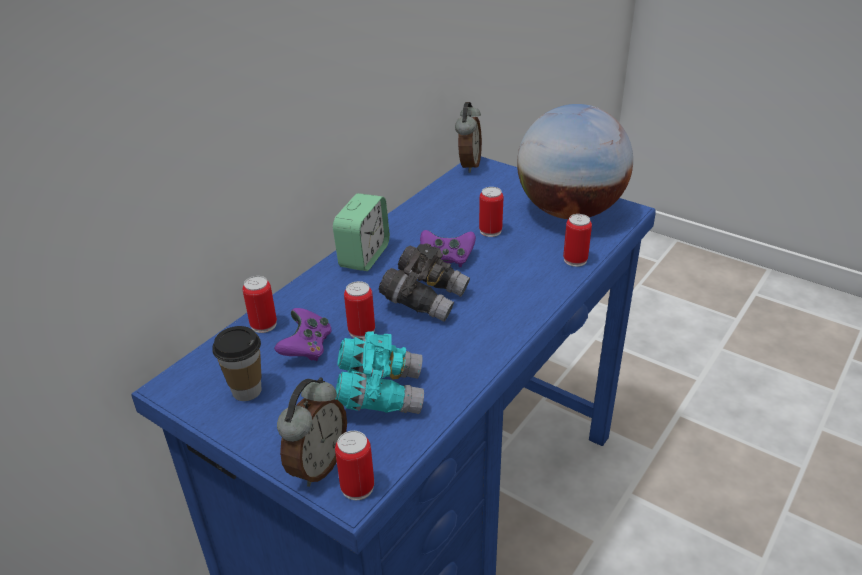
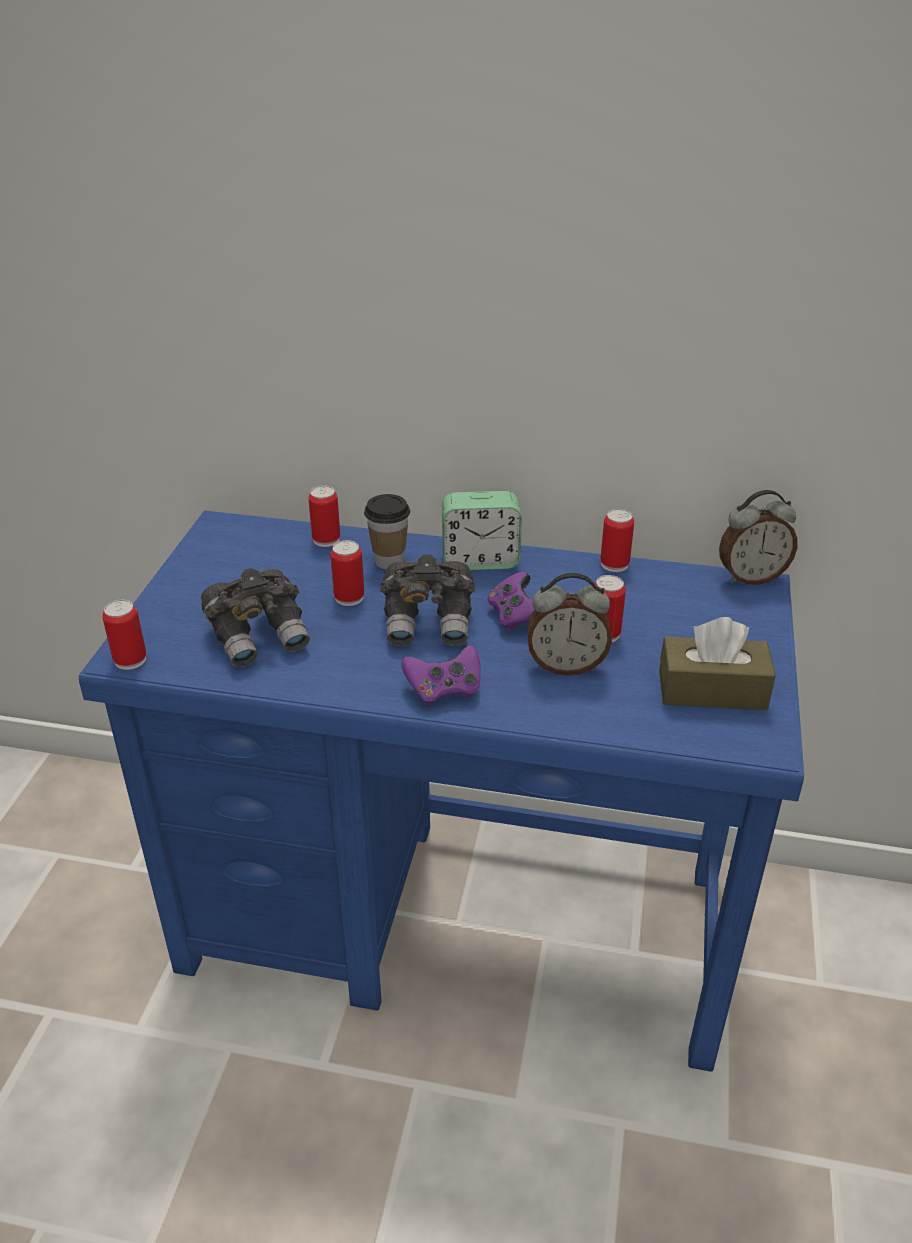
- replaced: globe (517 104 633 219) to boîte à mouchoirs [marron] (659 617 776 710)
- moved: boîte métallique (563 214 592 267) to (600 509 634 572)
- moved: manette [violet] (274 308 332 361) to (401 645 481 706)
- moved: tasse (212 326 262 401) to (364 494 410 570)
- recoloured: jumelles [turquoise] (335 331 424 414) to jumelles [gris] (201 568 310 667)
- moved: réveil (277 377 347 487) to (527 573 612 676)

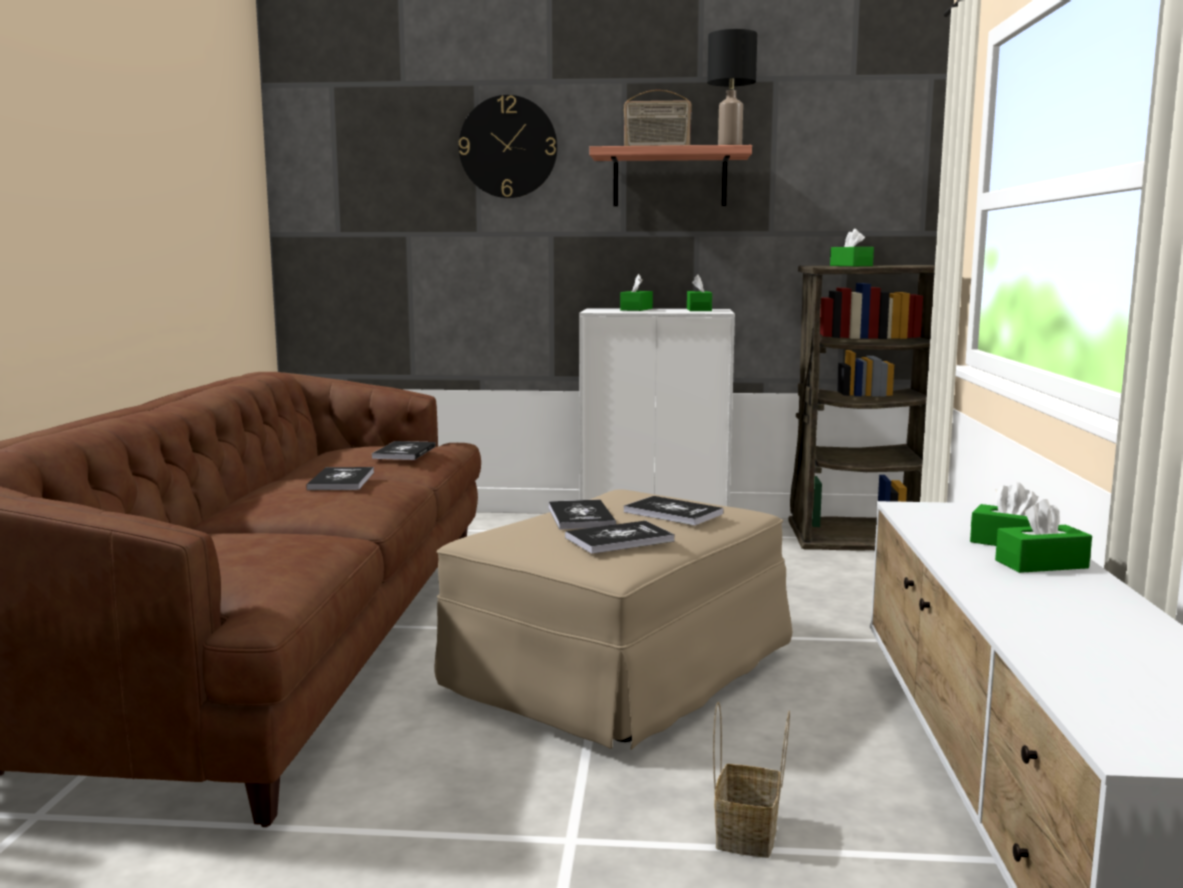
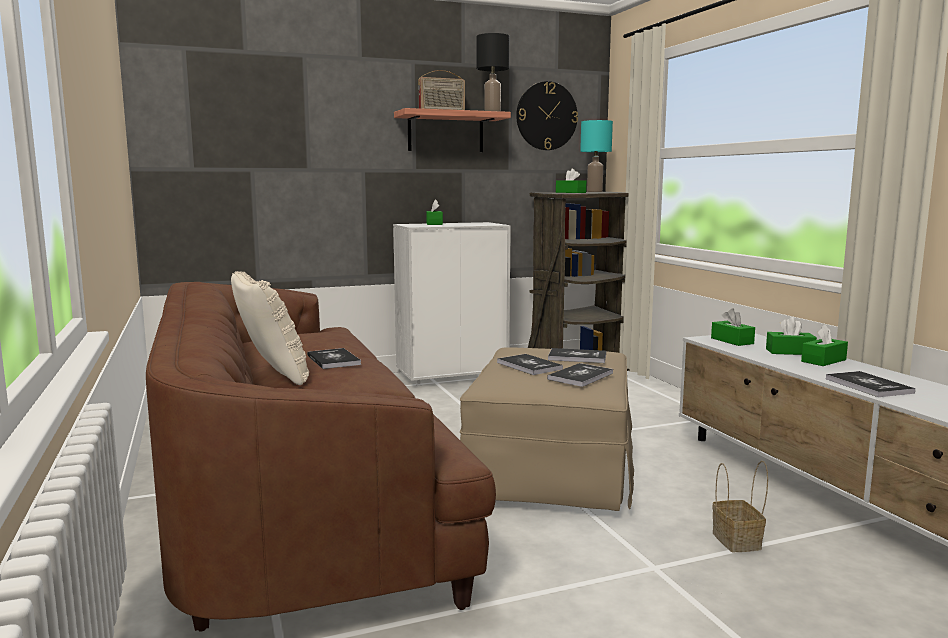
- moved: horloge murale (459 95 558 198) to (516 81 578 150)
- moved: boîte à mouchoirs [vert] (687 274 712 311) to (711 309 755 346)
- moved: livre (372 441 436 460) to (826 371 915 397)
- added: lampe de table [turquoise] (580 120 613 192)
- added: coussin [beige] (231 271 309 385)

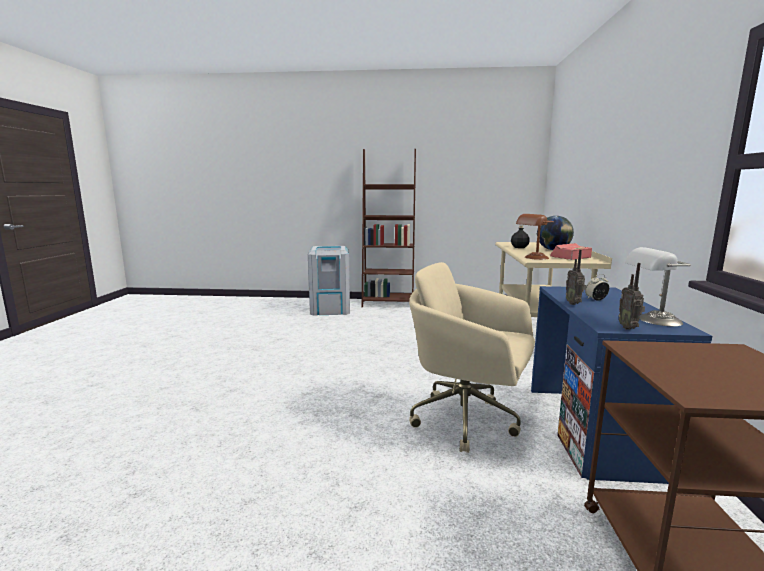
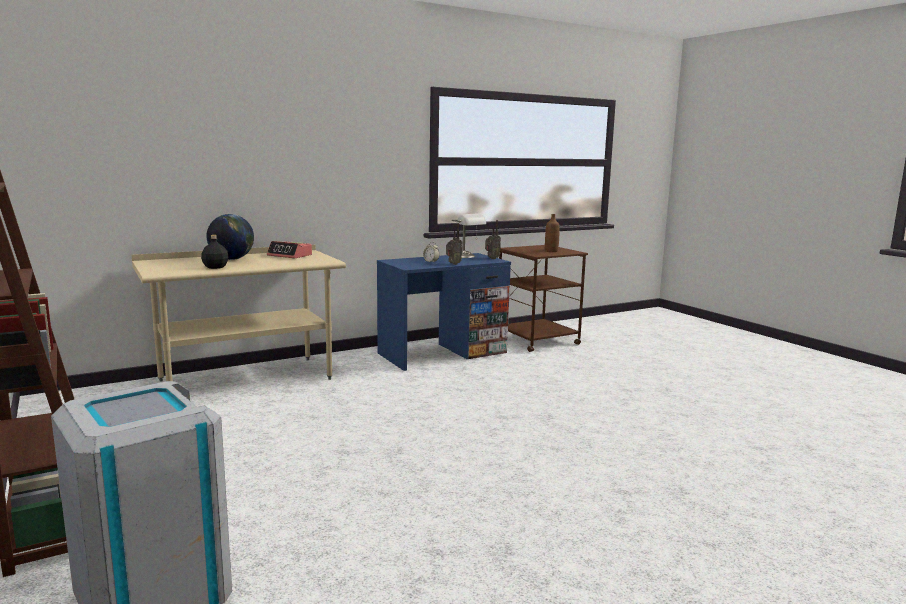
- removed: lampe de table [marron] (516 214 554 260)
- removed: chaise de bureau [beige] (409 262 535 453)
- added: bouteille [marron] (545 214 560 252)

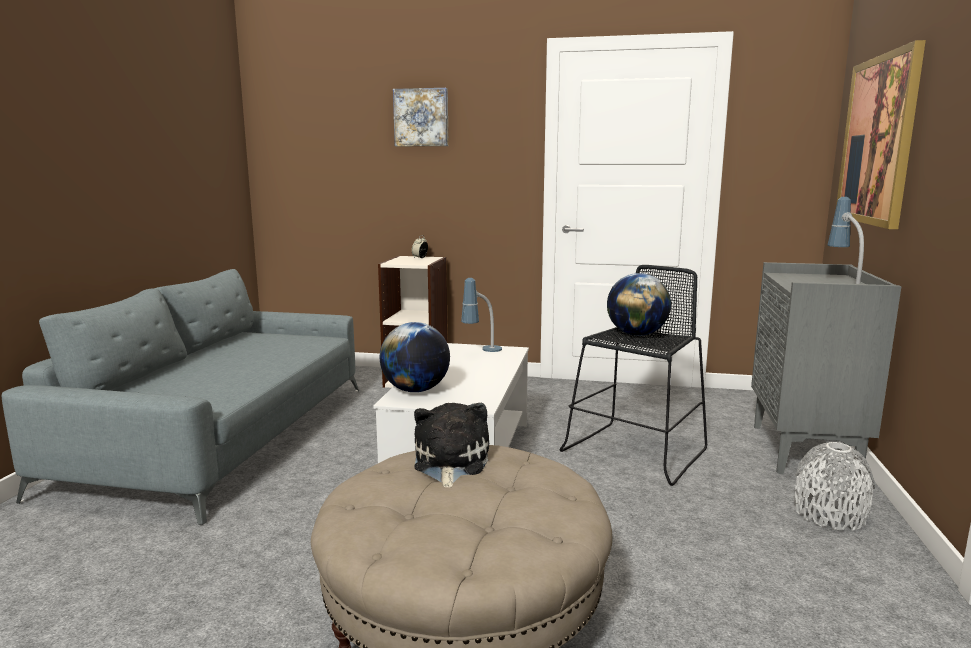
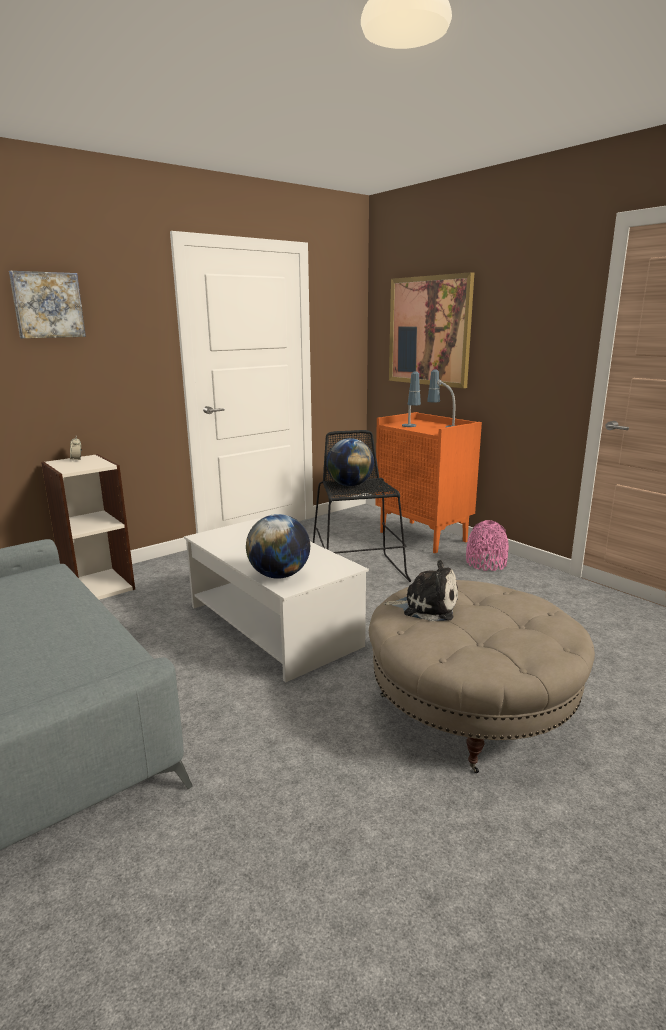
- recoloured: meuble de rangement [gris] (751 262 901 474) to meuble de rangement [orange] (375 412 482 553)
- moved: lampe de table (461 278 502 352) to (402 372 421 427)
- turned: peluche (414 403 489 488) = (383 560 458 621) 150 degrees clockwise
- recoloured: vase [gris] (795 442 875 531) to vase [rose] (466 520 509 571)

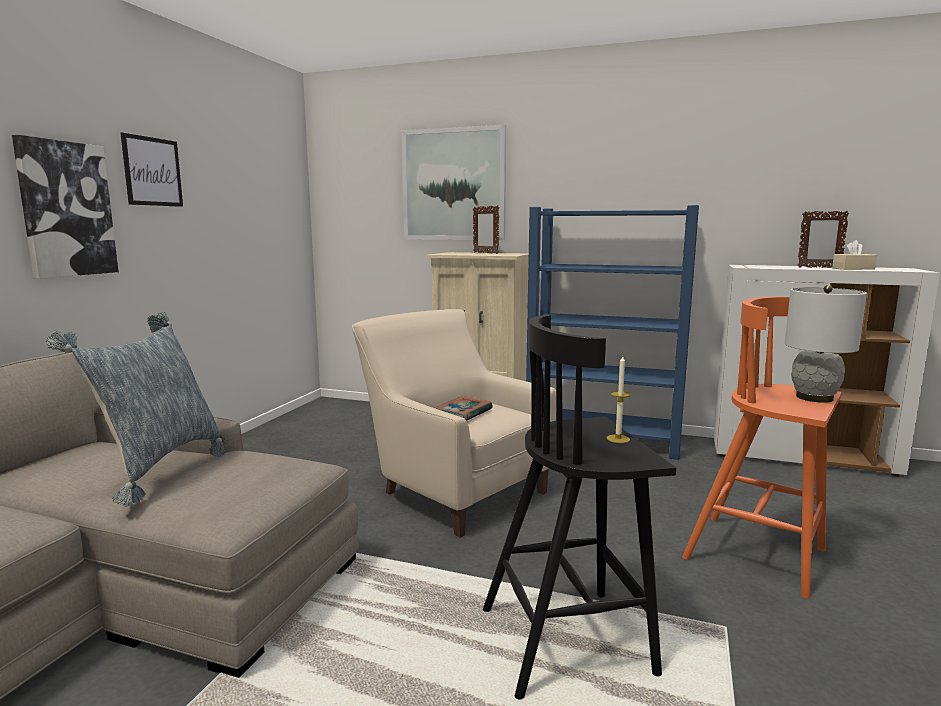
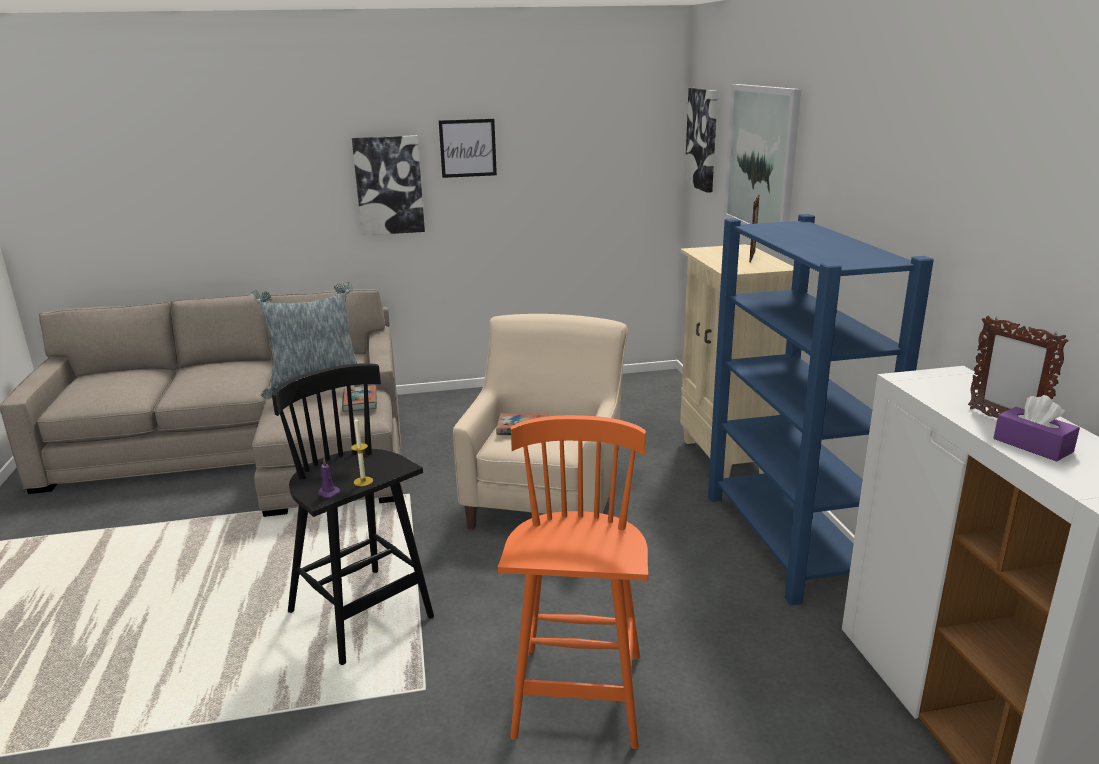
- recoloured: boîte à mouchoirs [beige] (832 240 877 270) to boîte à mouchoirs [violet] (994 395 1080 462)
- removed: lampe de table [blanc] (785 285 867 403)
- added: tableau (685 88 718 193)
- added: livre (342 385 377 412)
- added: bougie [violet] (318 459 340 498)

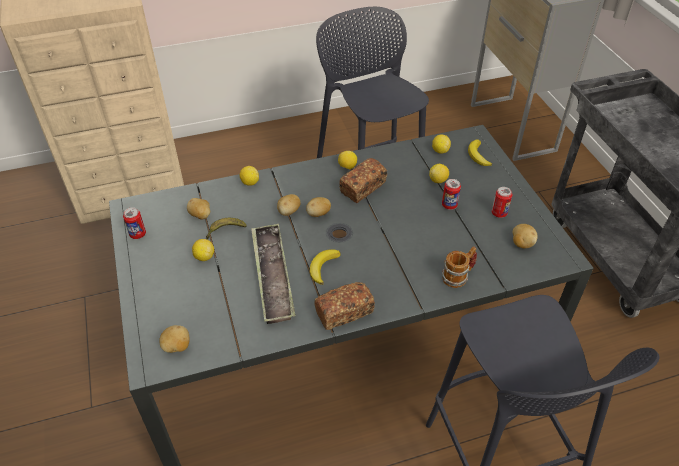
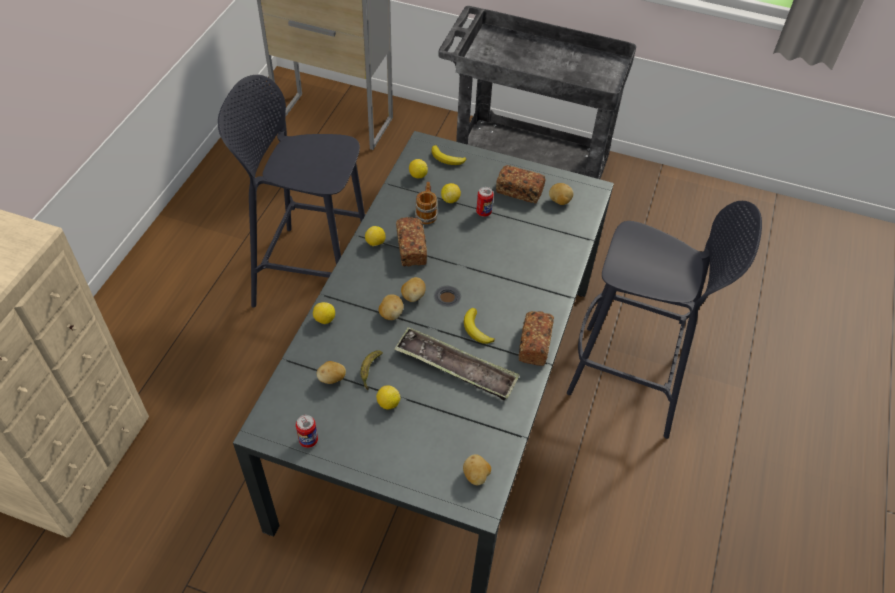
- replaced: boîte métallique (492 187 512 218) to pain (496 165 545 203)
- moved: mug (442 247 477 288) to (415 182 438 224)

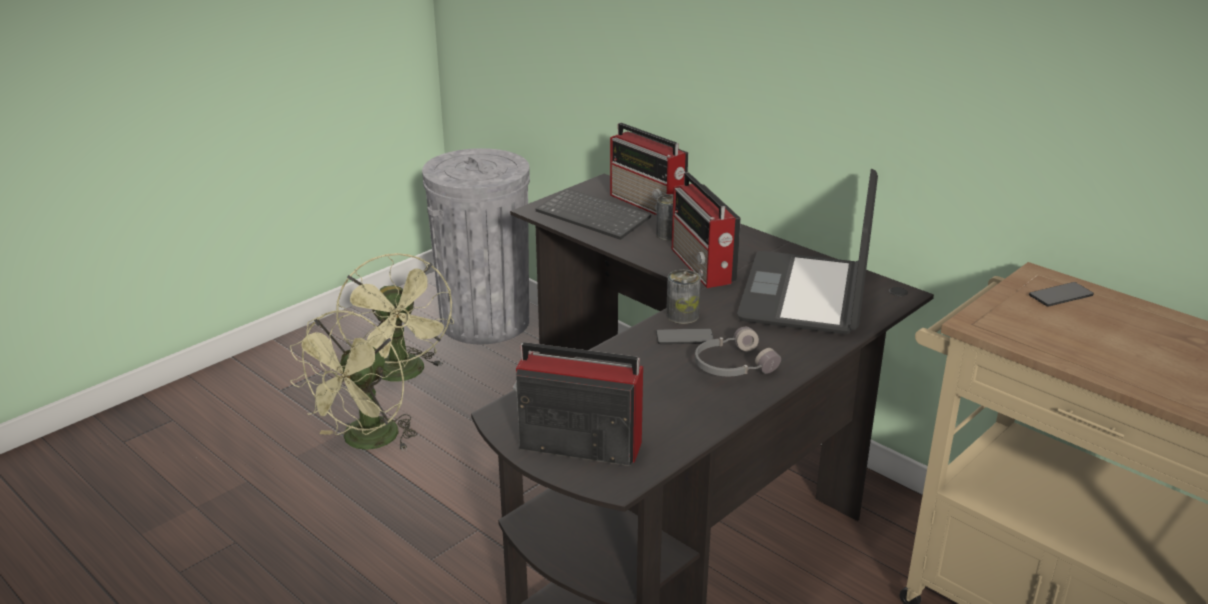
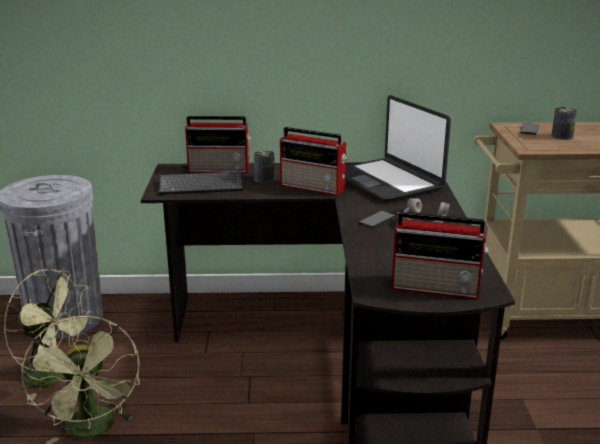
- moved: boîte métallique (666 270 701 324) to (551 107 577 140)
- turned: radio (512 342 643 466) = (392 212 488 299) 135 degrees counterclockwise

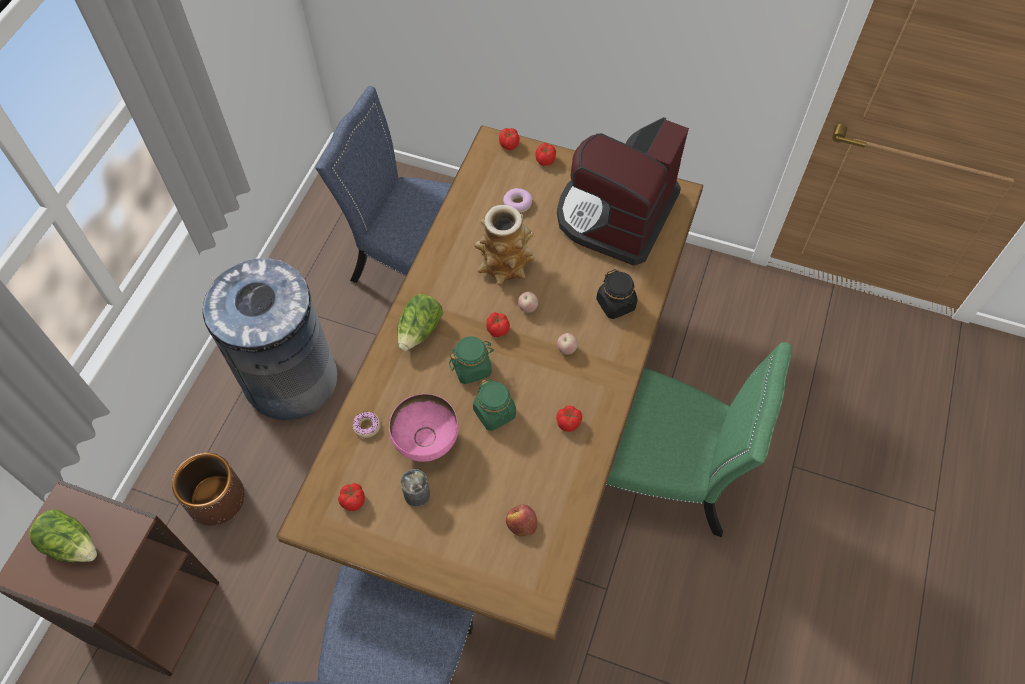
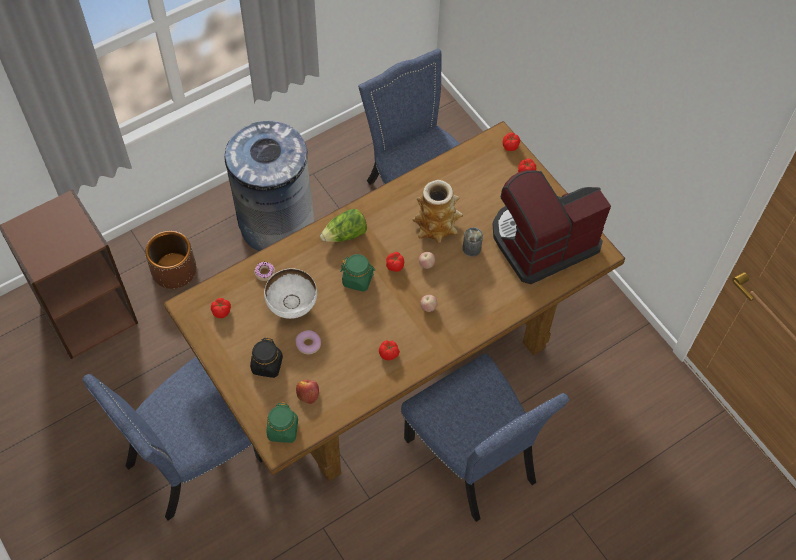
- moved: beignet (503 188 532 213) to (295 330 321 354)
- moved: bocal [noir] (596 269 637 319) to (250 337 283 378)
- recoloured: chaise [vert] (606 342 792 537) to chaise [bleu] (401 353 569 522)
- moved: bocal [vert] (473 379 516 431) to (267 402 298 443)
- recoloured: bol [rose] (389 394 459 462) to bol [blanc] (264 269 317 319)
- moved: boîte métallique (401 469 430 507) to (462 228 483 257)
- removed: laitue (29 509 97 562)

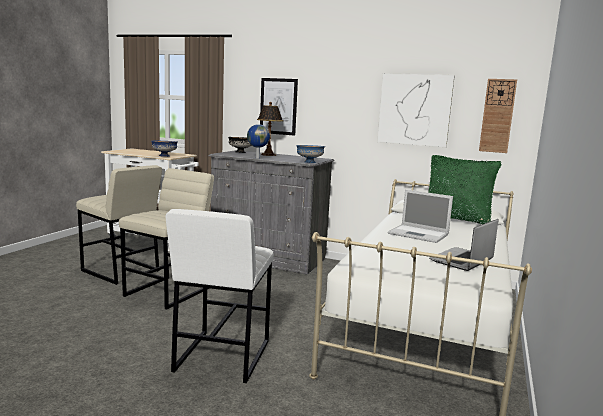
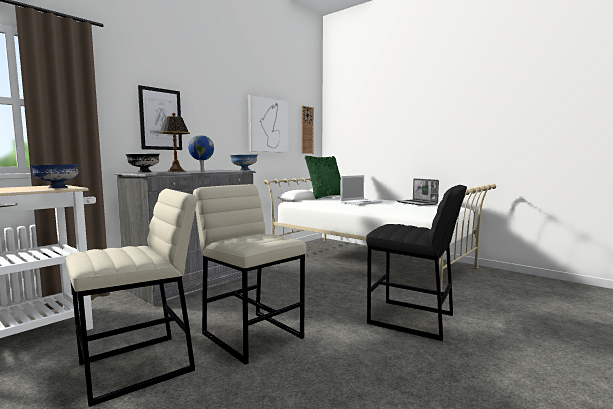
- recoloured: chaise [blanc] (166 209 274 383) to chaise [noir] (366 185 467 341)

